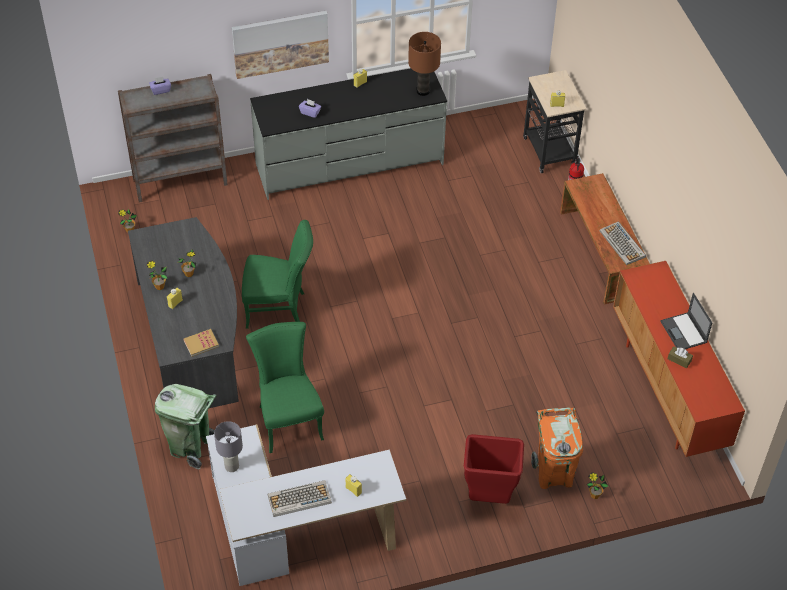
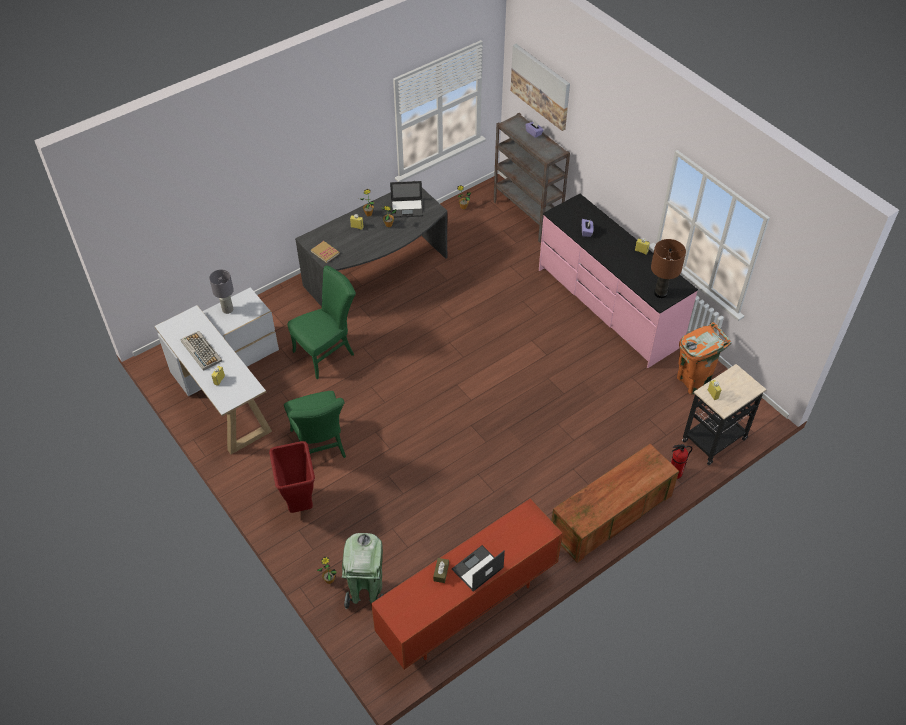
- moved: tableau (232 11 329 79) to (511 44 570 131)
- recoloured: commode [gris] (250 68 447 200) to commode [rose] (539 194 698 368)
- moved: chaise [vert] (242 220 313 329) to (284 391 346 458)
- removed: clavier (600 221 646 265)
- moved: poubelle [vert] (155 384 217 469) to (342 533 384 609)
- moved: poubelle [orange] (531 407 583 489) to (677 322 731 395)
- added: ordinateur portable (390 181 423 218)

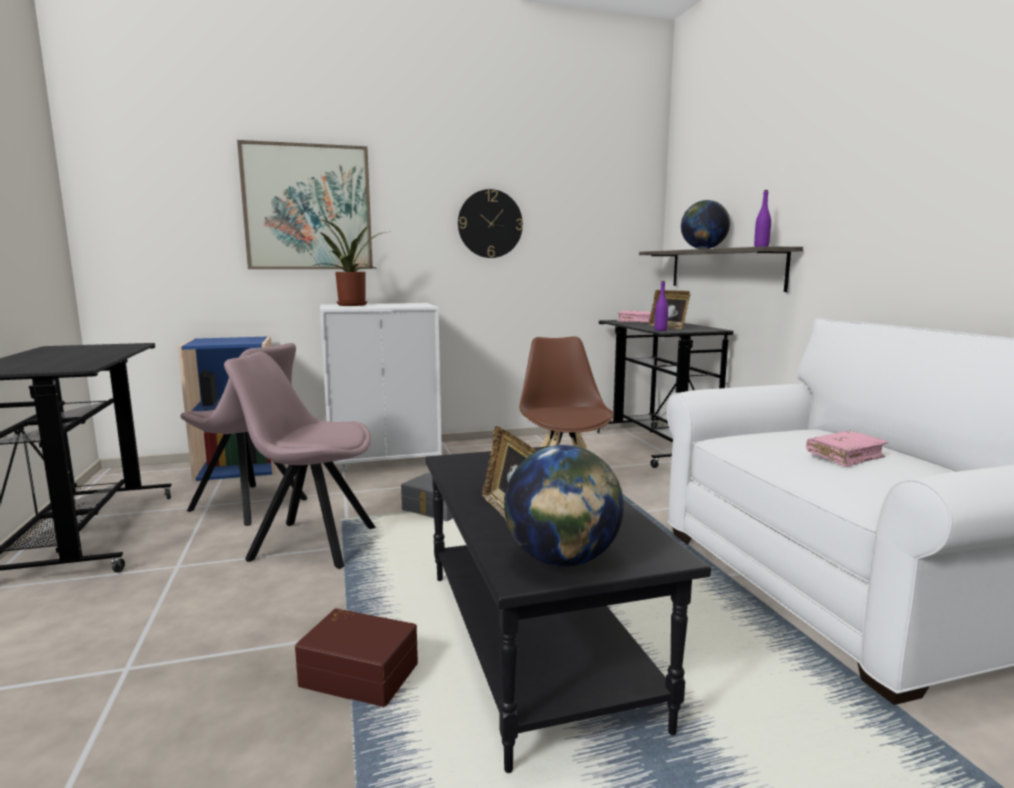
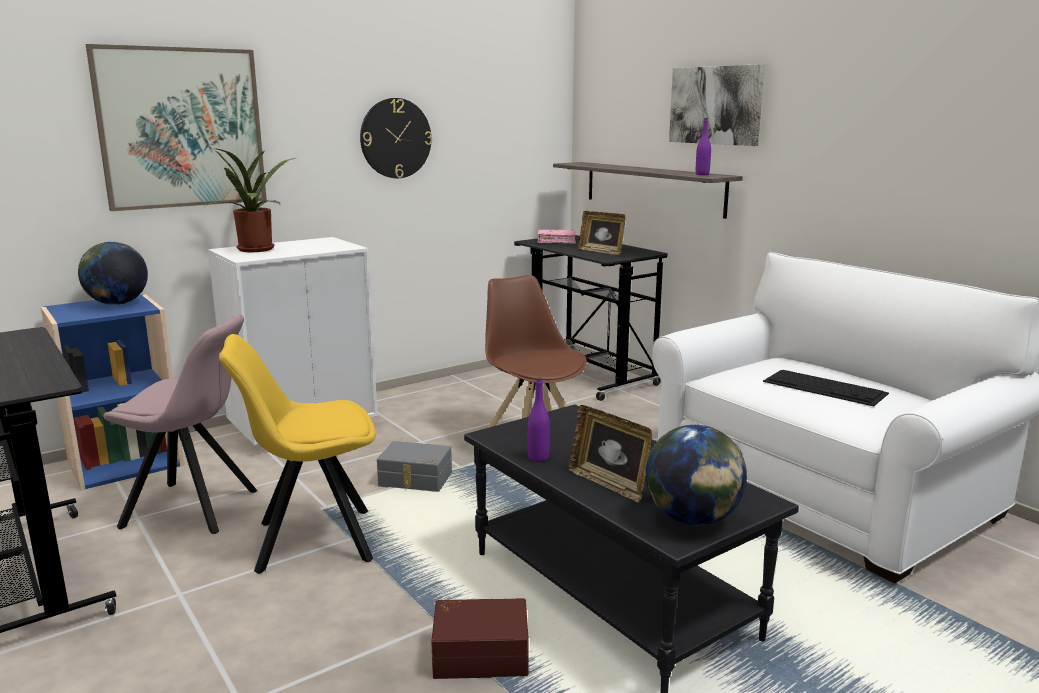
- moved: globe (681 200 730 249) to (78 241 148 305)
- moved: bouteille [violet] (655 281 668 331) to (528 377 550 462)
- recoloured: chaise [rose] (224 351 376 569) to chaise [jaune] (219 334 376 574)
- replaced: livre [rose] (806 430 888 467) to clavier (763 370 889 407)
- added: tableau (669 64 765 146)

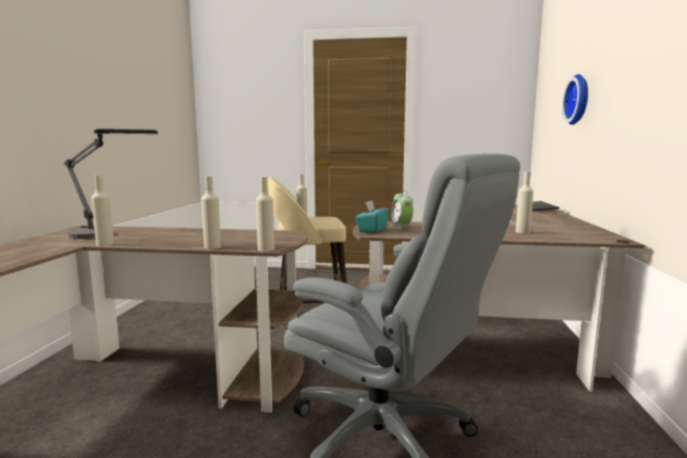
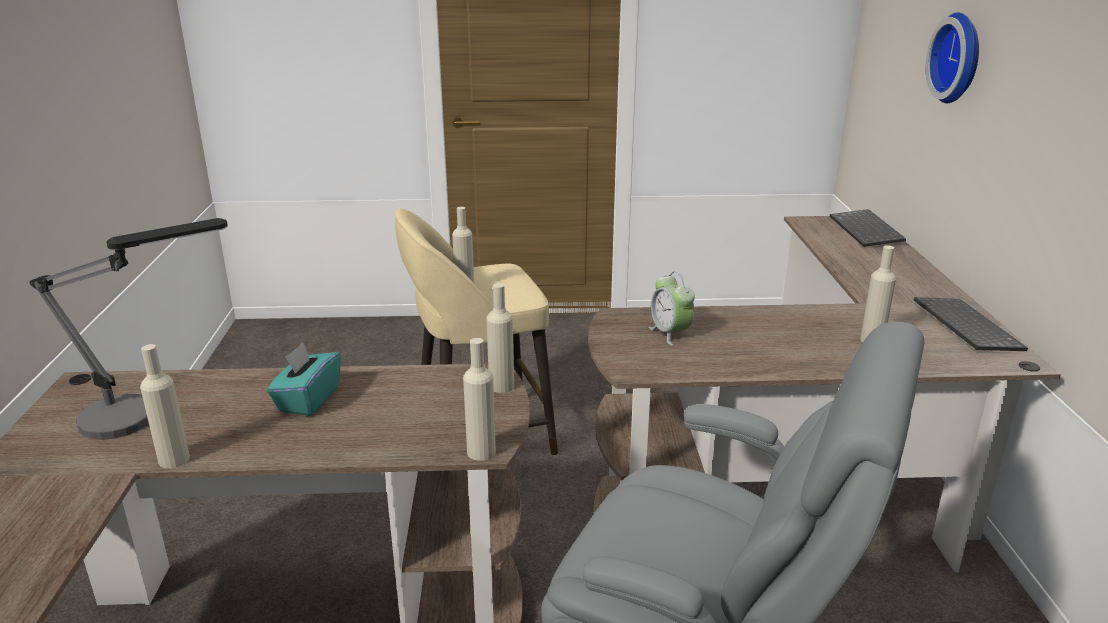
- moved: bouteille [beige] (201 176 221 249) to (486 283 514 393)
- moved: boîte à mouchoirs [turquoise] (355 201 389 233) to (267 343 341 416)
- added: clavier (914 297 1028 351)

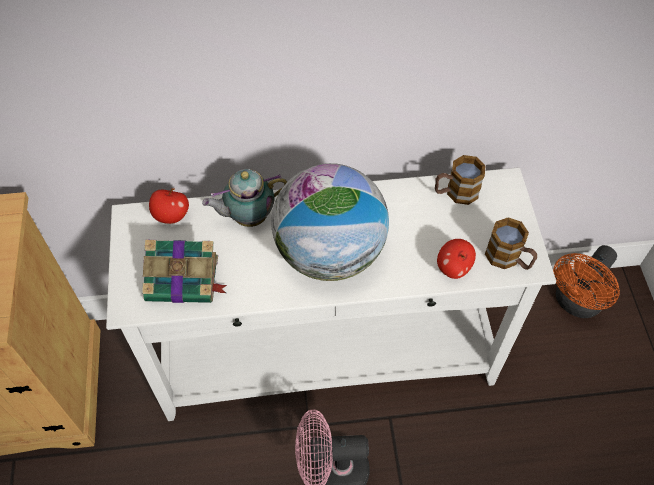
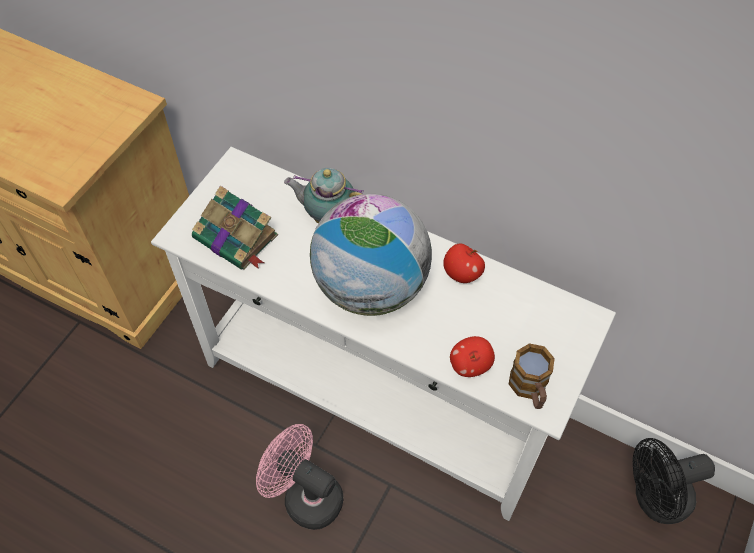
- removed: mug (435 155 486 205)
- moved: pomme (149 188 189 224) to (443 244 485 283)
- recoloured: ventilateur [orange] (553 245 620 318) to ventilateur [noir] (633 438 715 524)

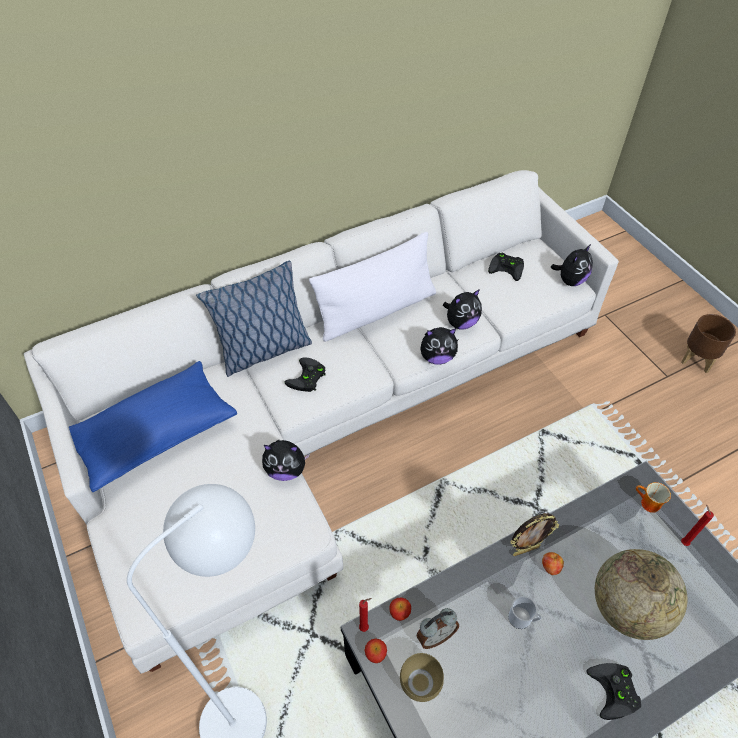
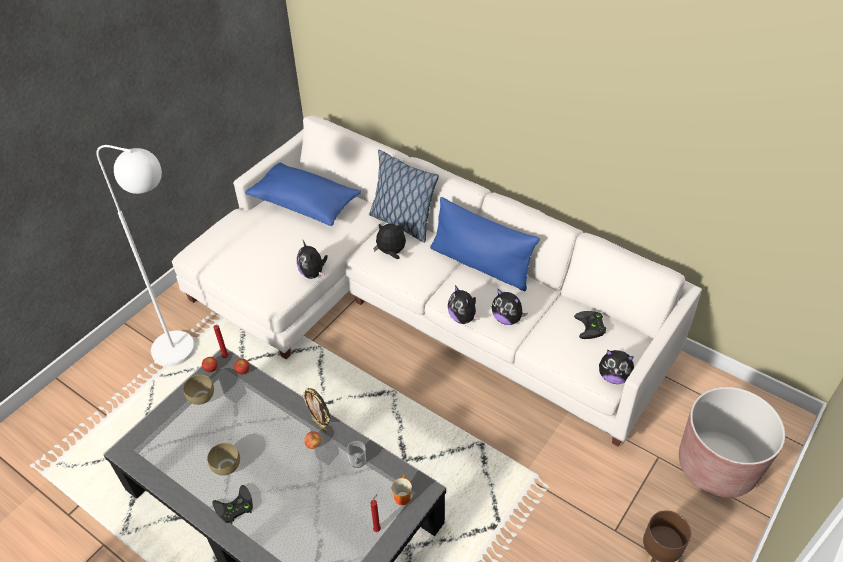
- recoloured: coussin [blanc] (309 232 436 342) to coussin [bleu] (430 197 540 291)
- replaced: manette [noir] (284 357 326 392) to peluche (373 223 406 259)
- removed: globe (595 549 687 640)
- moved: mug (508 596 541 629) to (347 441 366 468)
- removed: réveil (416 608 459 649)
- added: cache-pot [marron] (679 387 785 498)
- added: bol [marron] (207 443 240 476)

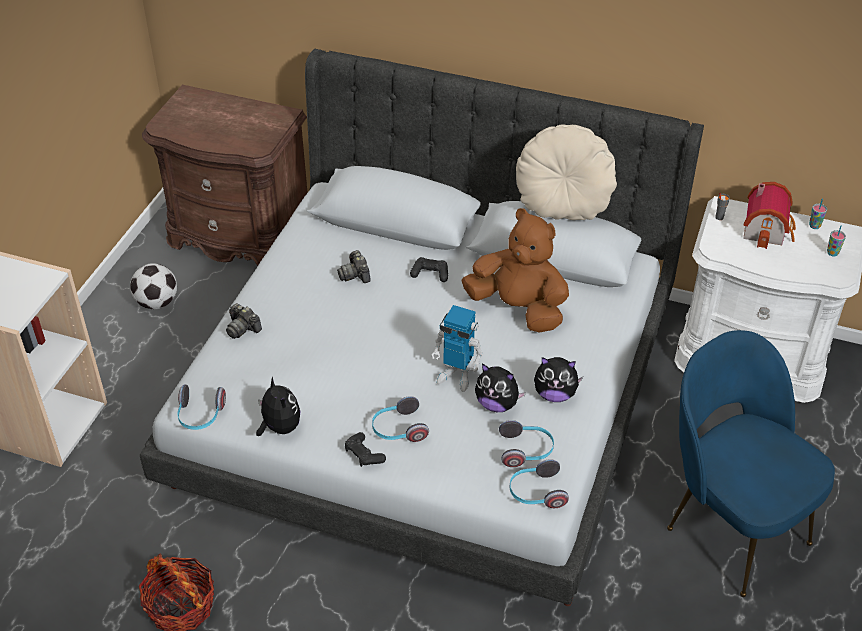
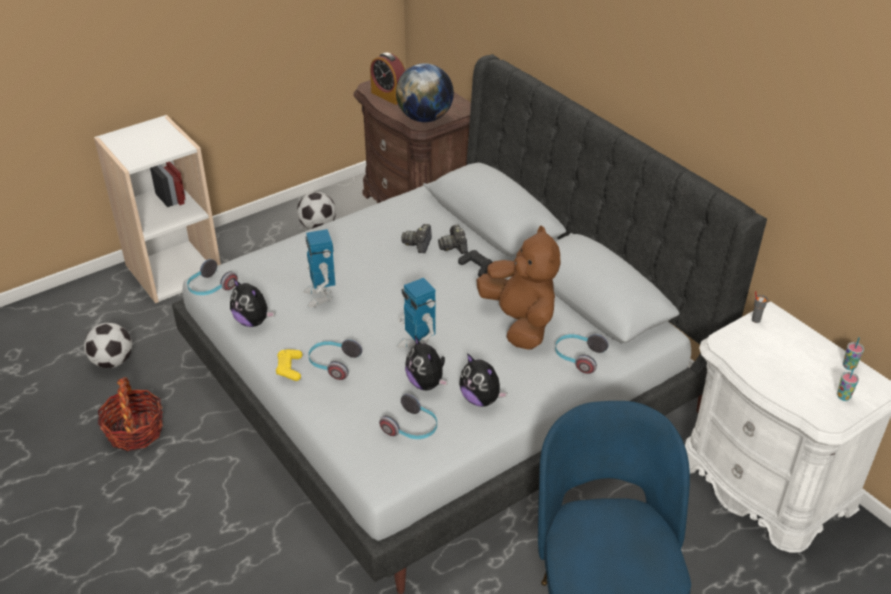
- removed: coussin [beige] (516 124 617 220)
- removed: maison miniature (743 182 796 249)
- moved: appareil photo (226 303 262 339) to (438 225 468 254)
- turned: peluche (256 376 301 436) = (230 278 274 327) 120 degrees clockwise
- recoloured: manette [noir] (345 432 386 467) to manette [jaune] (276 349 303 381)
- moved: casque audio (510 459 569 508) to (555 334 608 374)
- added: réveil (370 52 405 105)
- added: globe (396 63 454 122)
- added: robot jouet (303 229 335 308)
- added: ballon de foot (84 323 132 368)

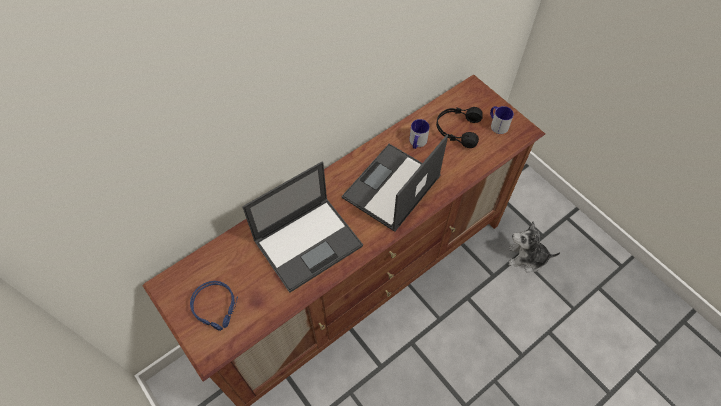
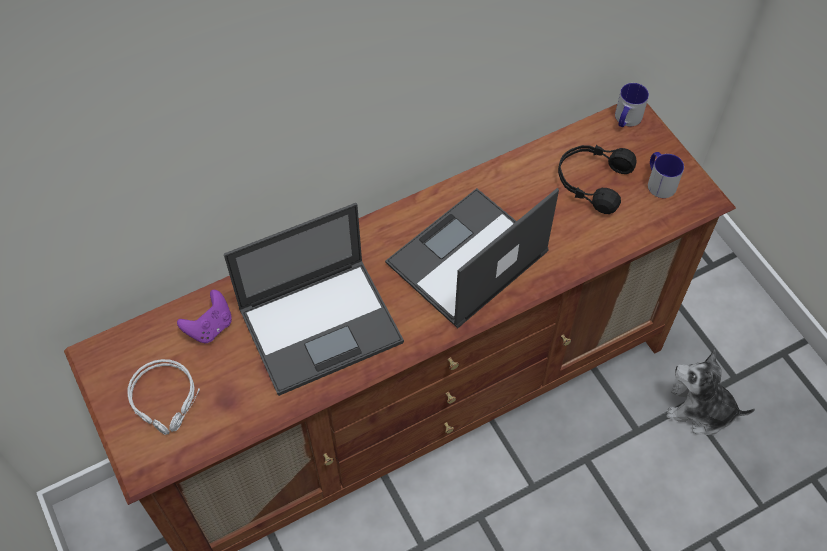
- moved: mug (409 119 430 149) to (615 83 649 127)
- recoloured: casque audio [bleu] (190 281 238 331) to casque audio [gris] (127 359 200 435)
- added: manette [violet] (177 290 232 343)

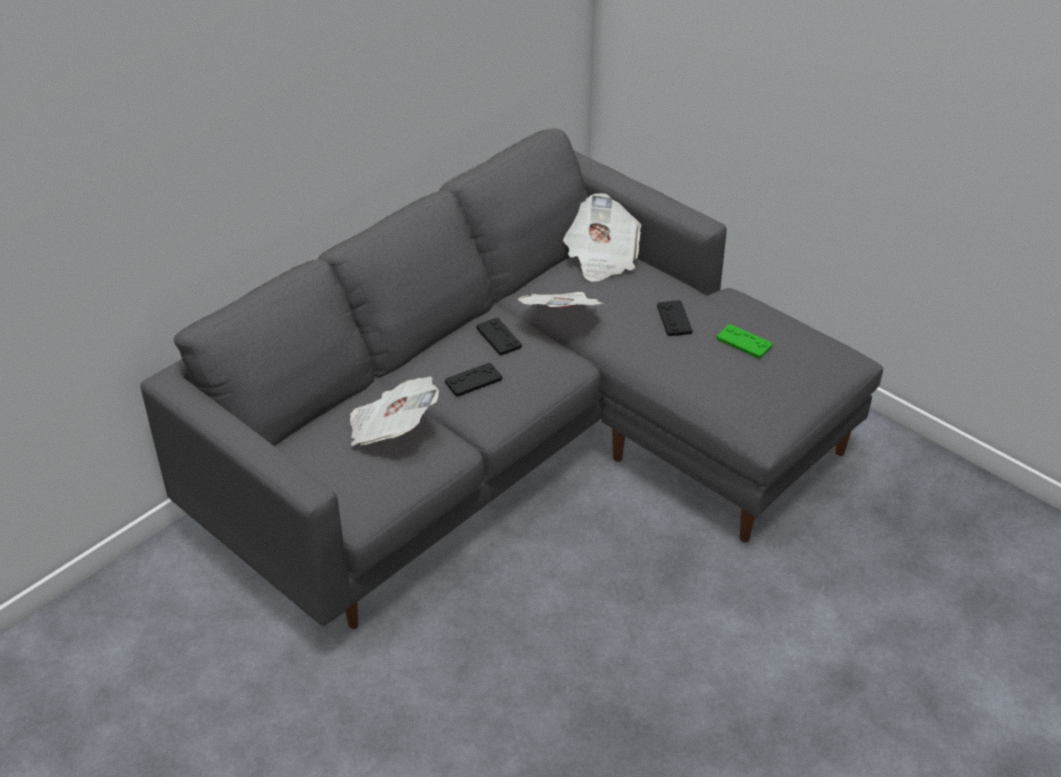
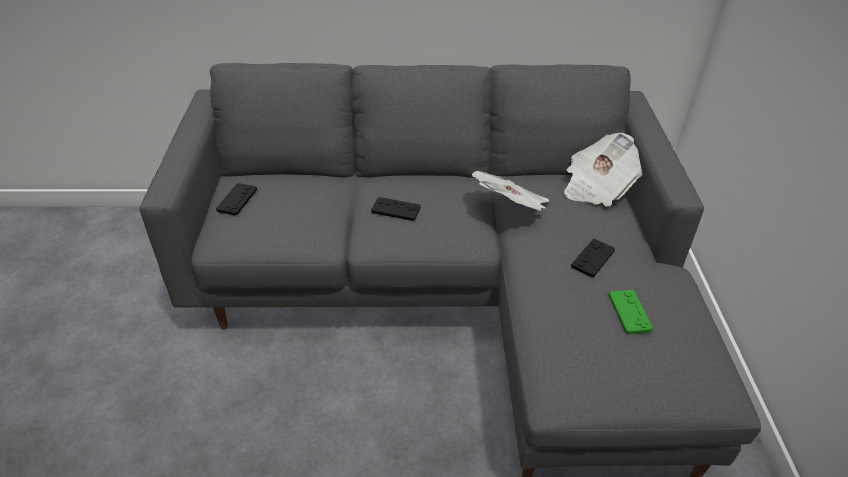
- moved: manette [noir] (477 318 522 355) to (216 183 257 216)
- removed: journal (350 377 439 446)

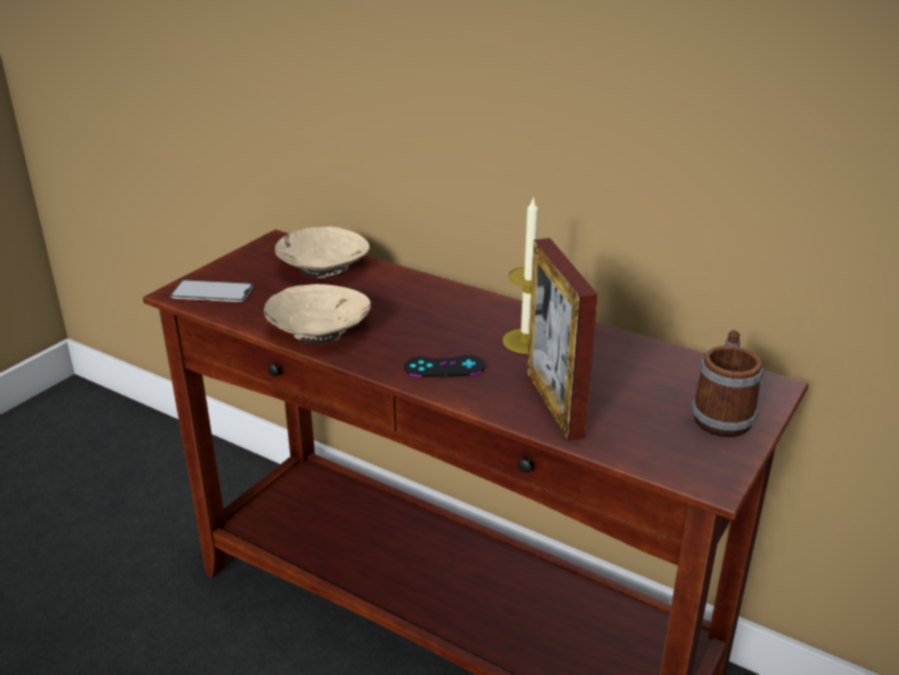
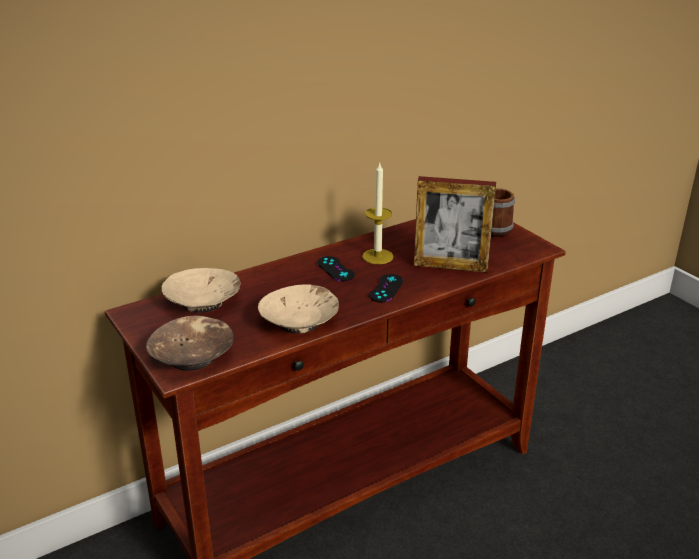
- replaced: téléphone (170 280 253 302) to bol [marron] (146 315 234 371)
- added: manette [noir] (317 256 355 281)

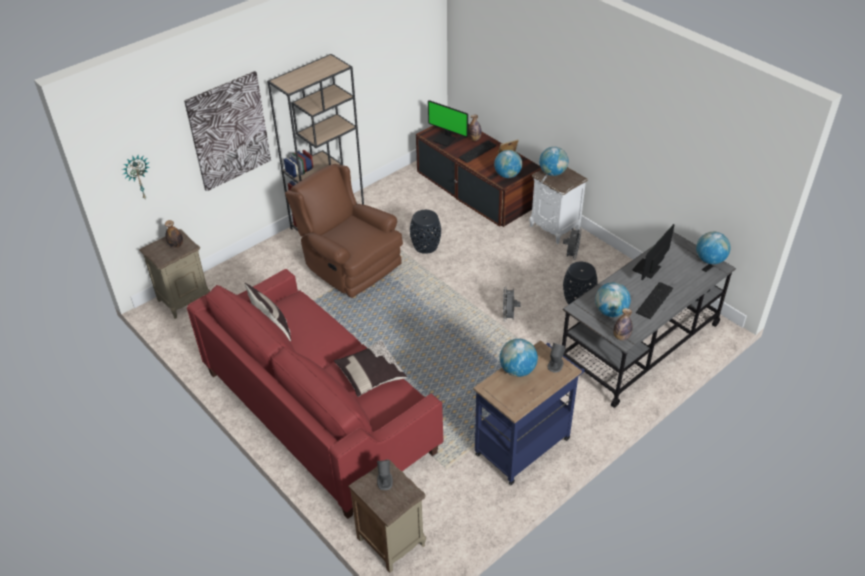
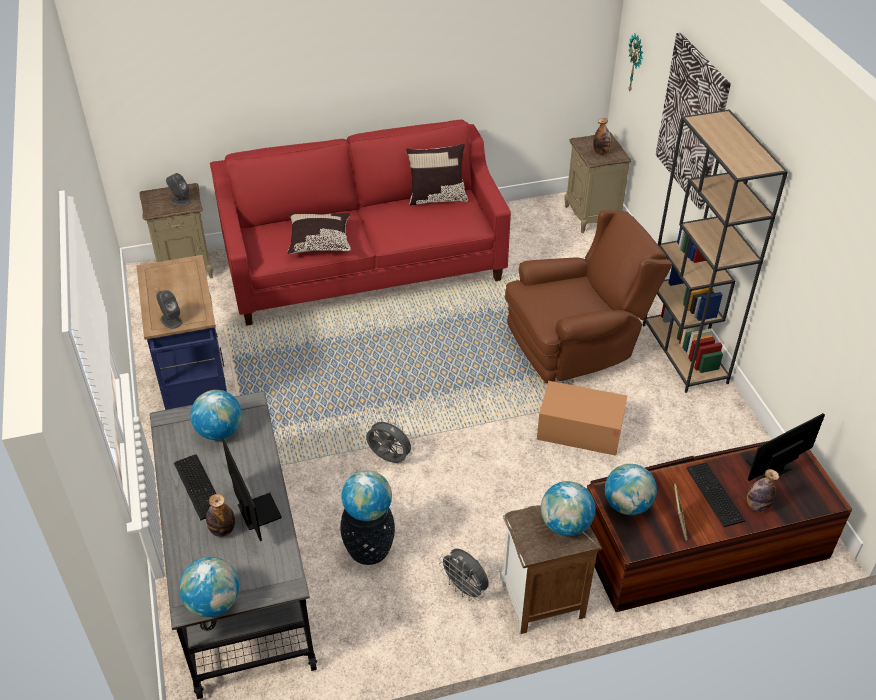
- replaced: tabouret [noir] (410 210 441 254) to carton (537 381 627 456)
- moved: bouteille (613 308 633 341) to (206 494 235 537)
- moved: globe (500 339 538 377) to (341 470 392 521)

